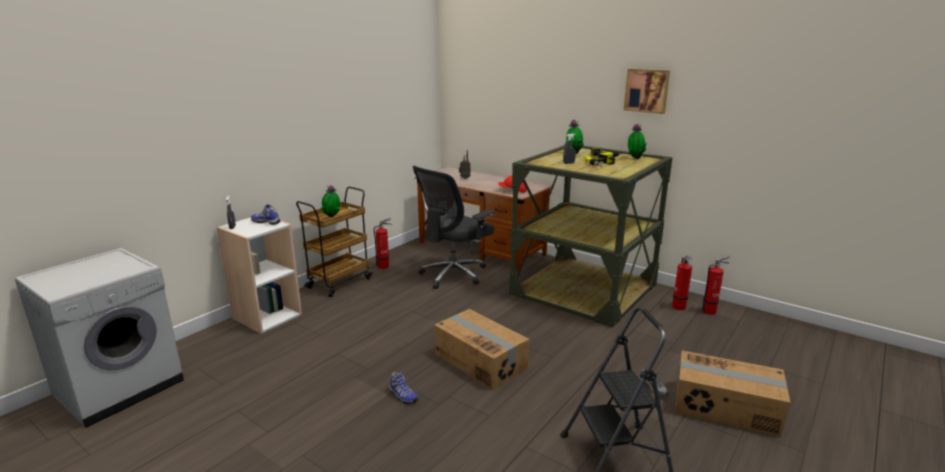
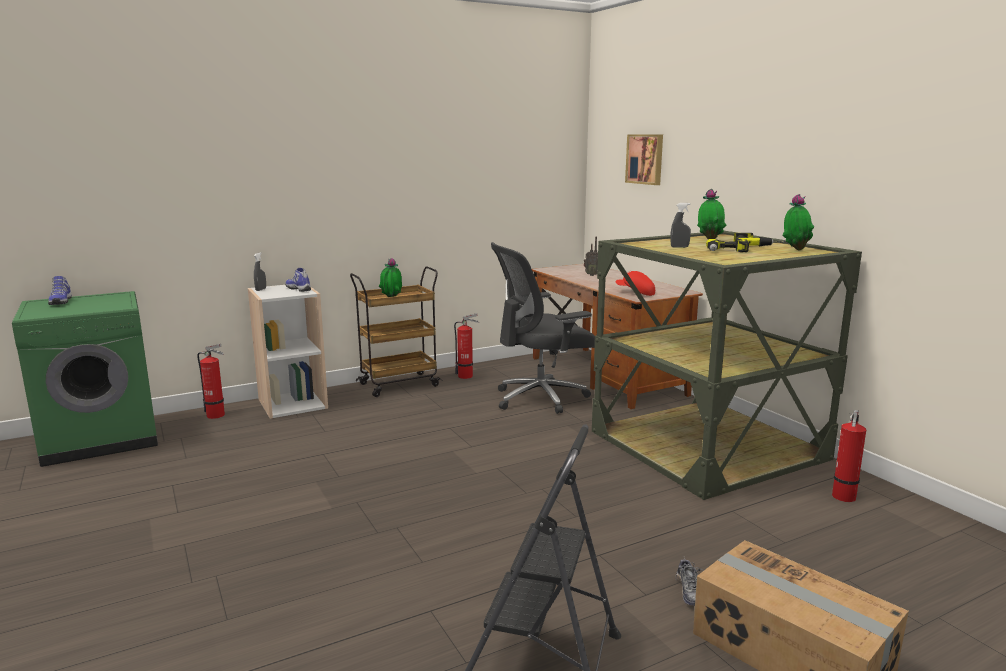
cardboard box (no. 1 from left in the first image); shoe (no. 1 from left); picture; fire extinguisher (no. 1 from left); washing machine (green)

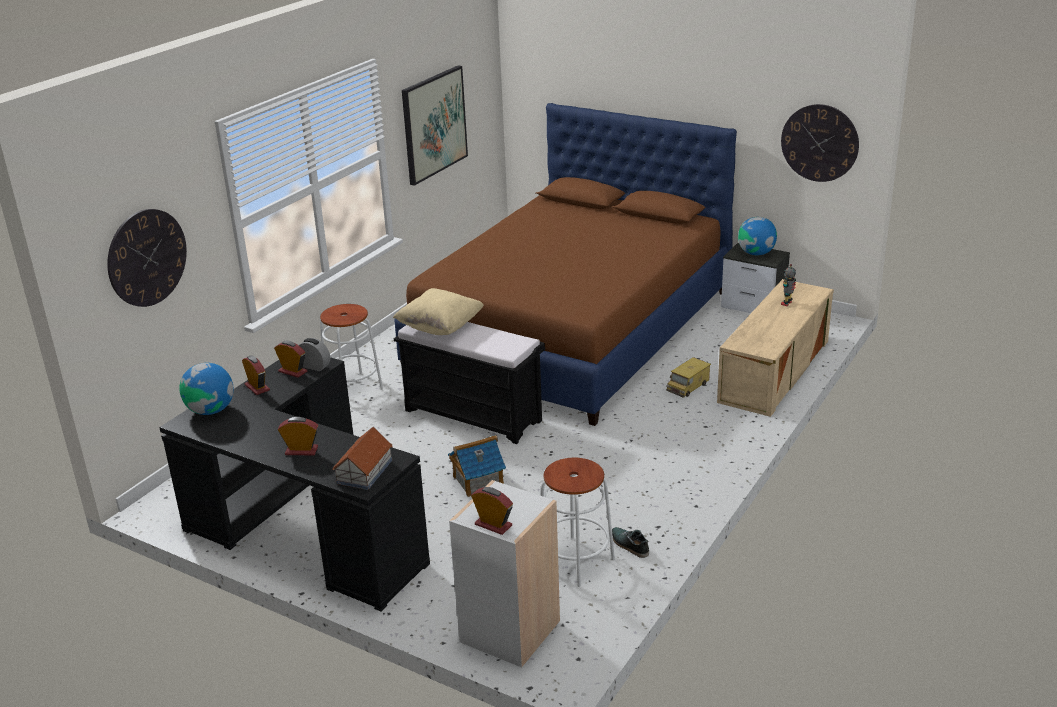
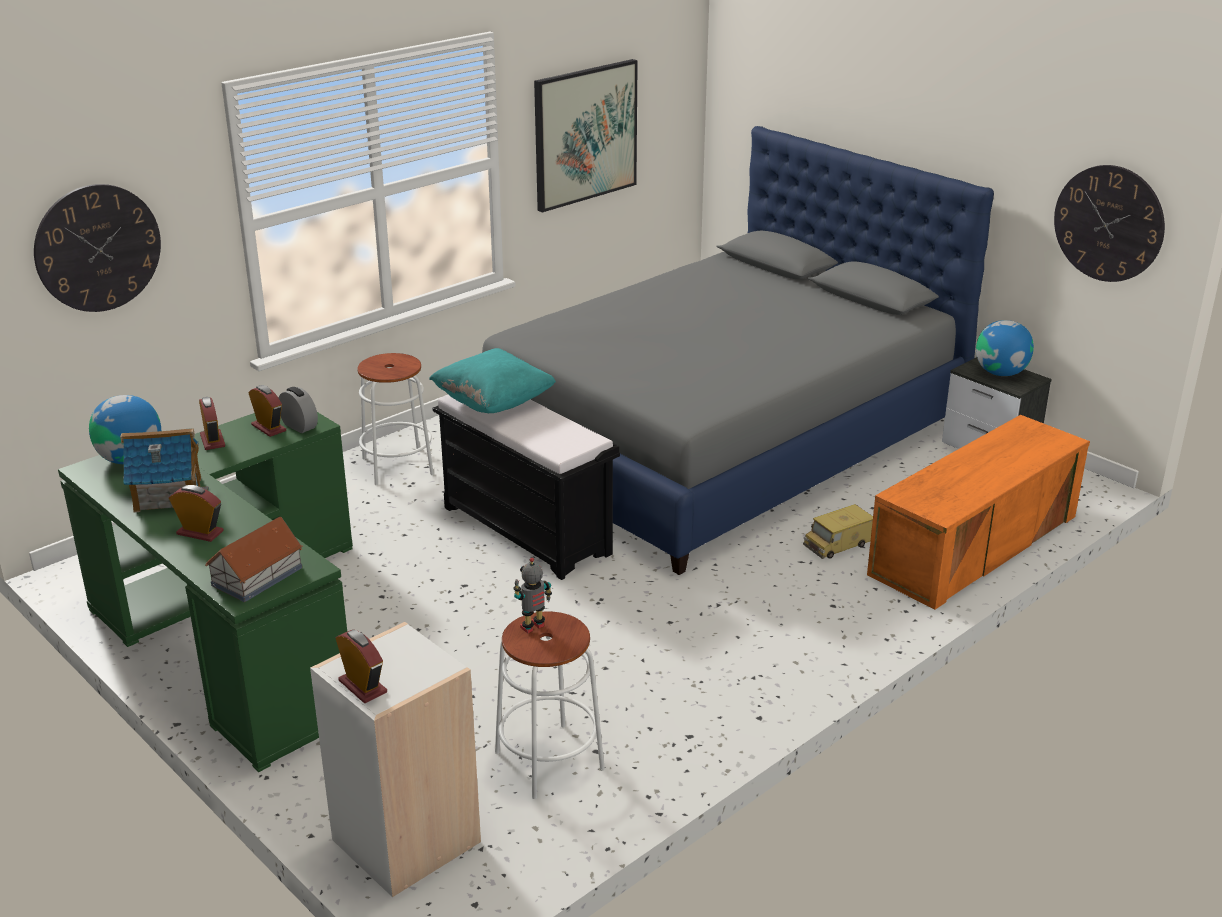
shoe; toy house (no. 1 from left); toy robot; desk (green); pillow (turquoise); bed (grey); bench (orange)

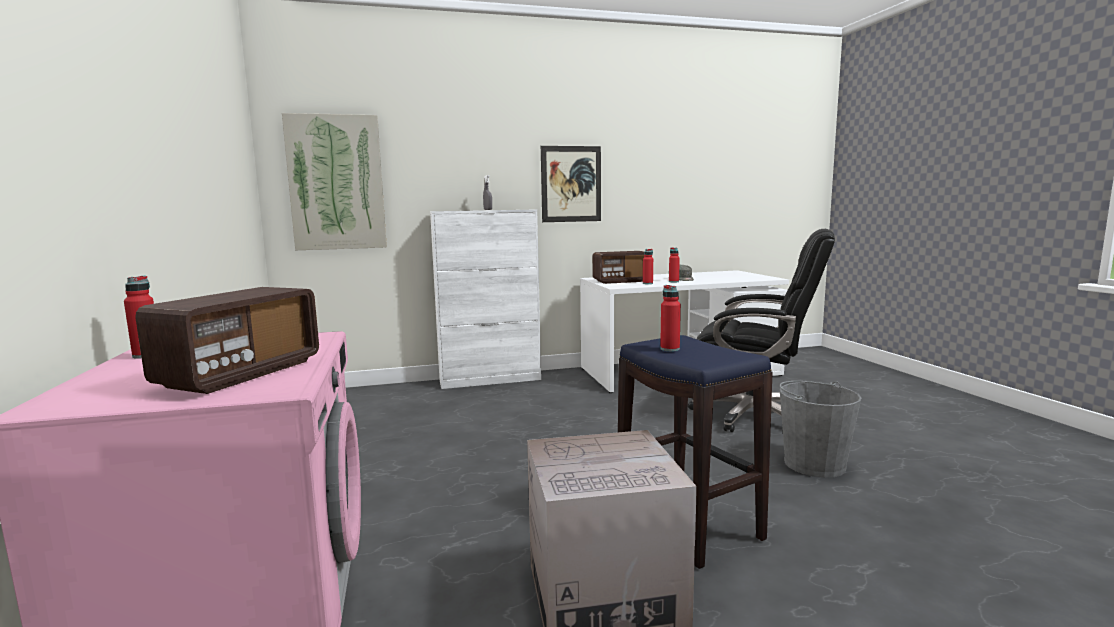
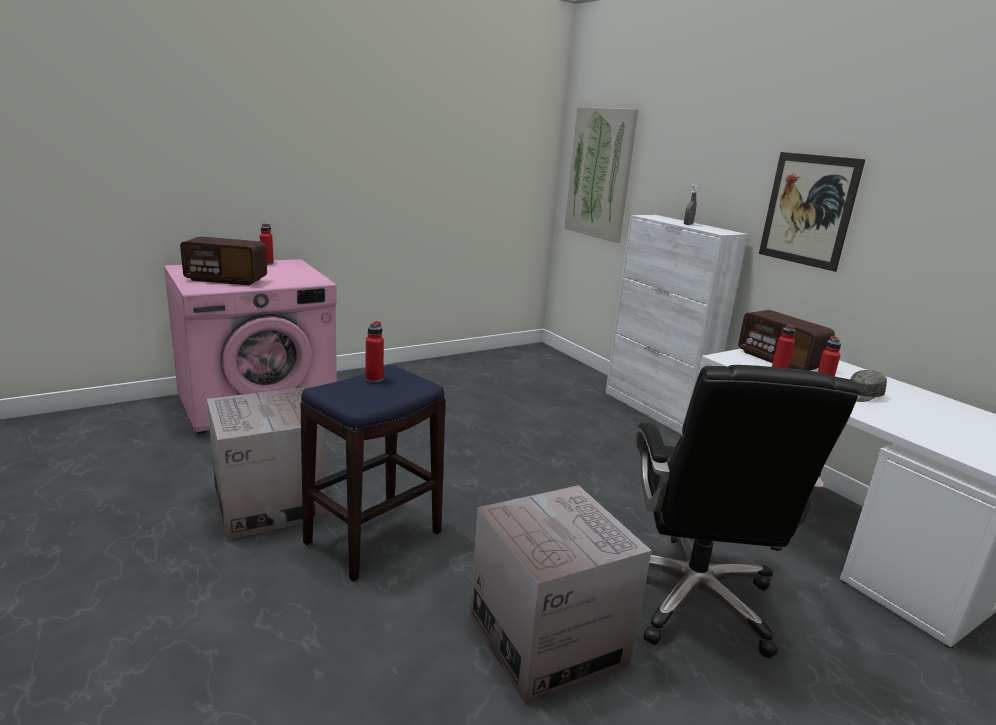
cardboard box (no. 2 from left)

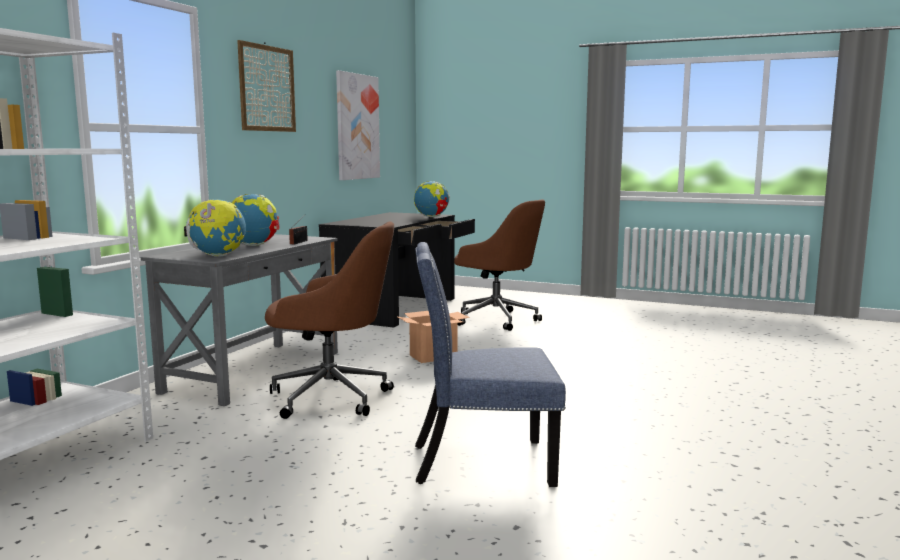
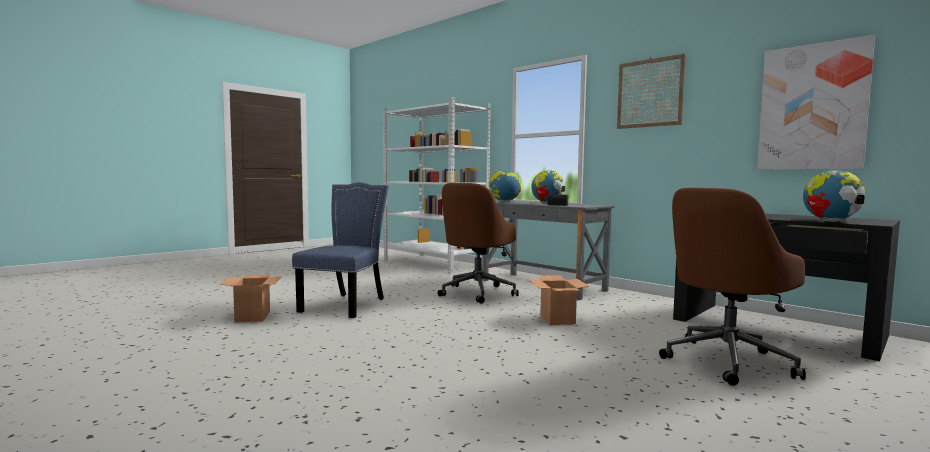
cardboard box (no. 1 from left)

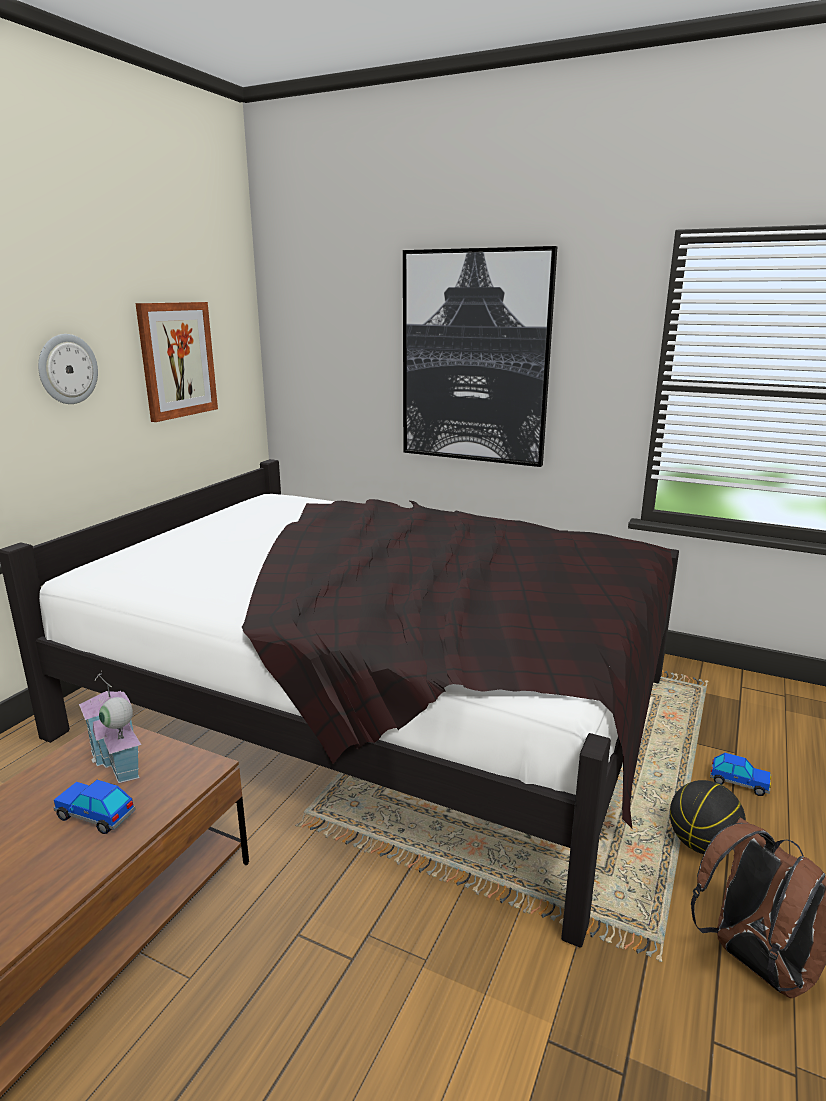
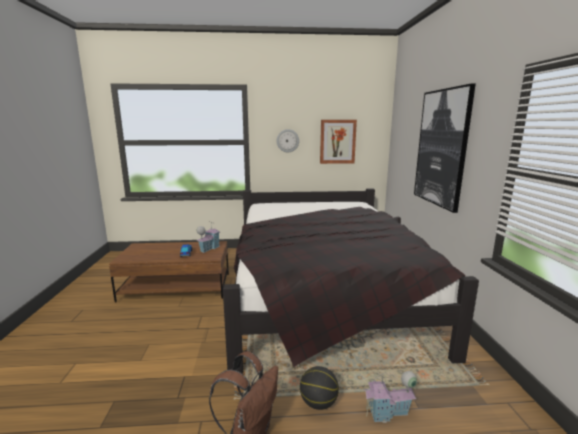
toy house (no. 2 from left)

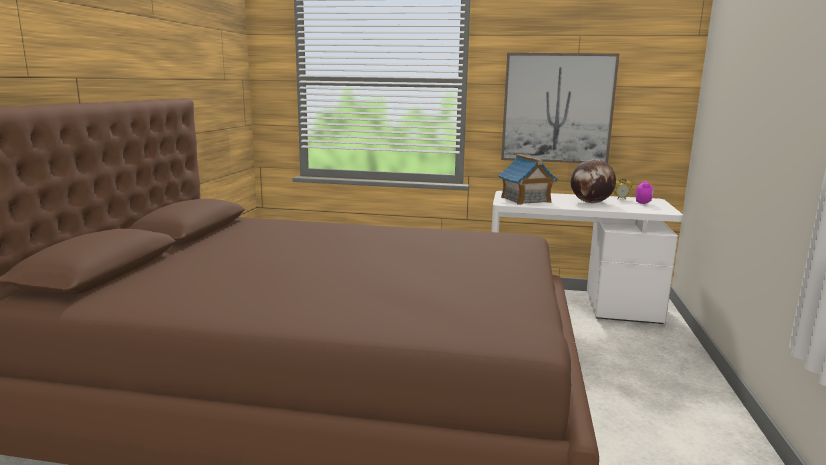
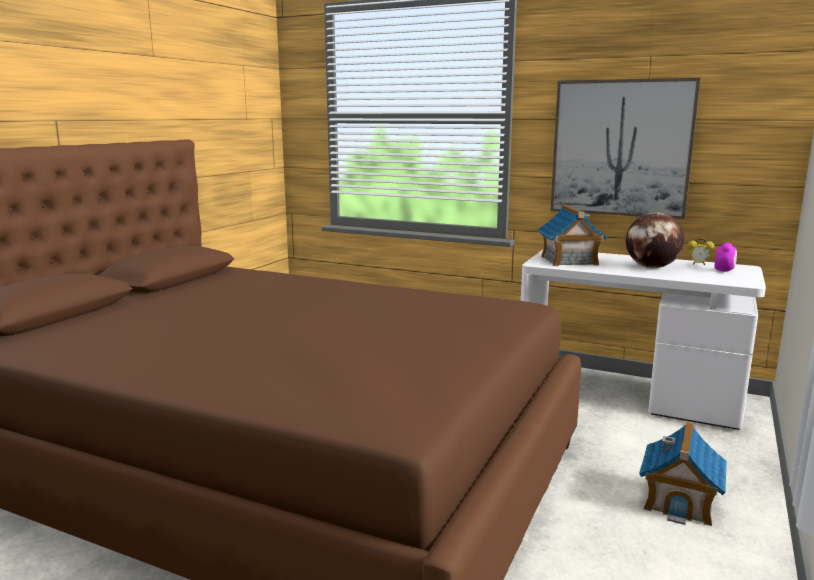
toy house (no. 2 from left)

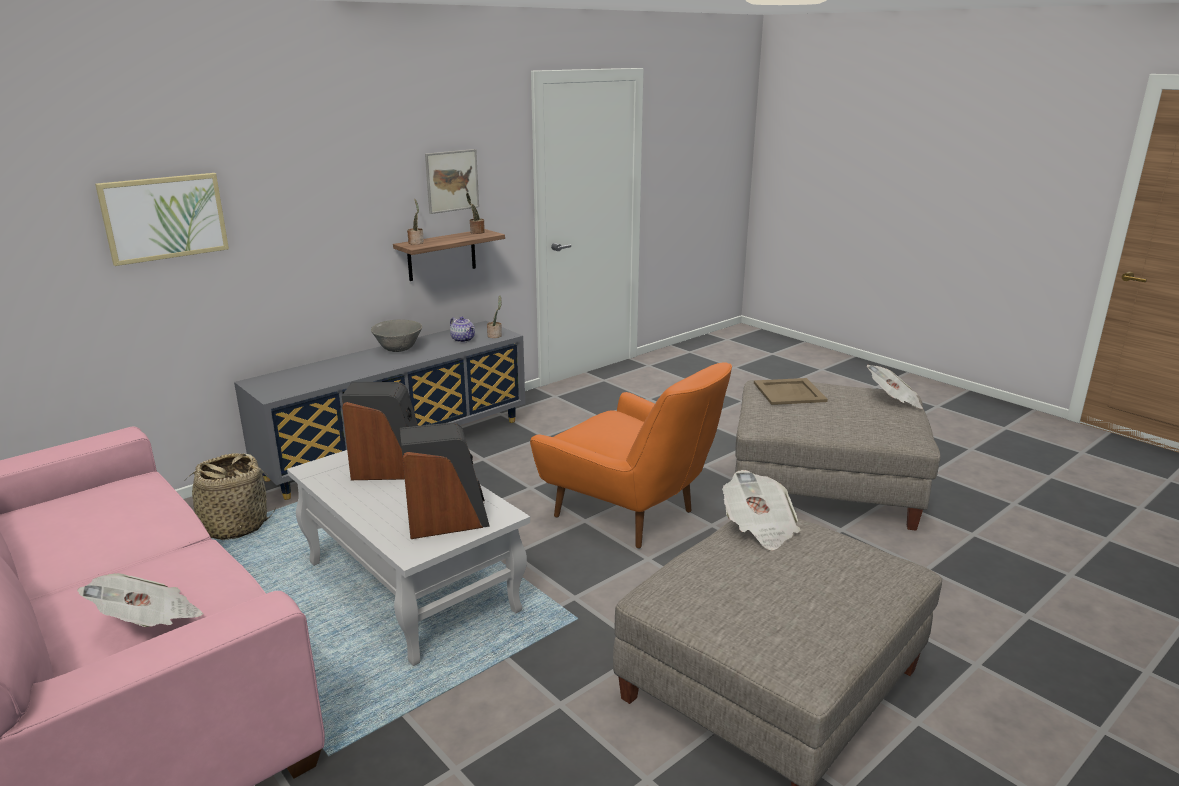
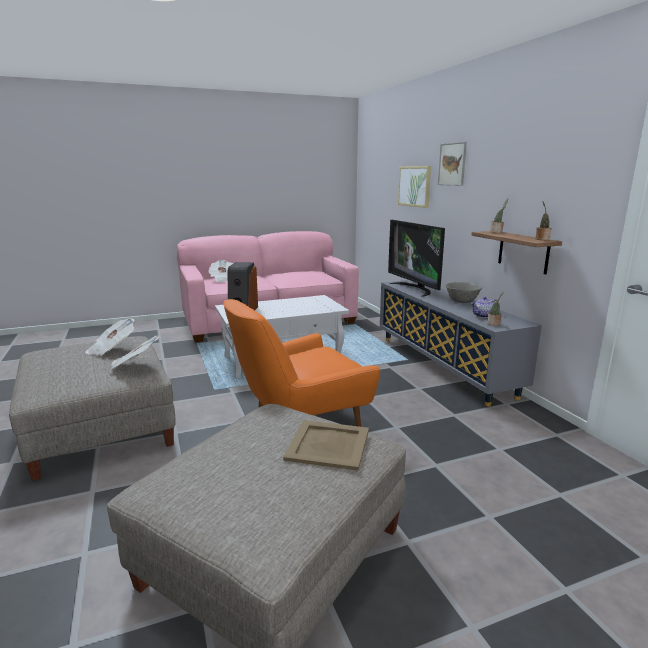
basket; speaker (no. 1 from left in the first image); television; picture (no. 2 from left); newspaper (no. 1 from left)

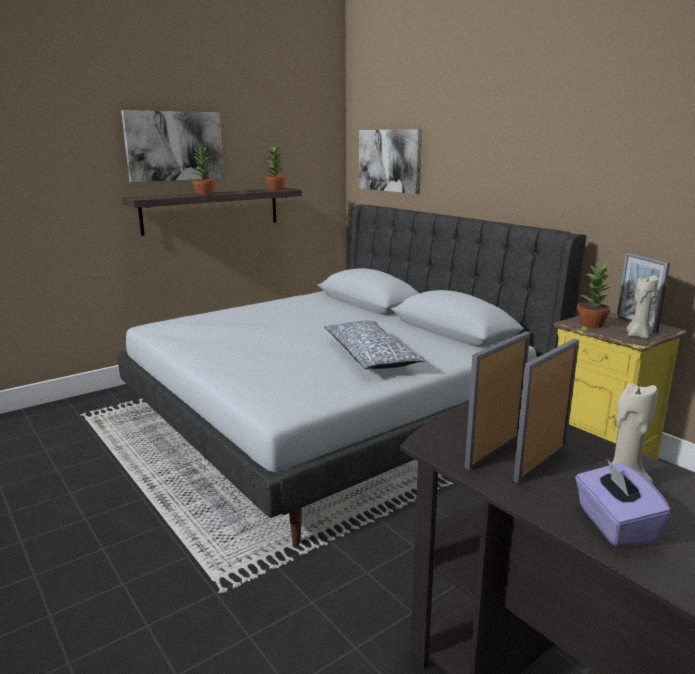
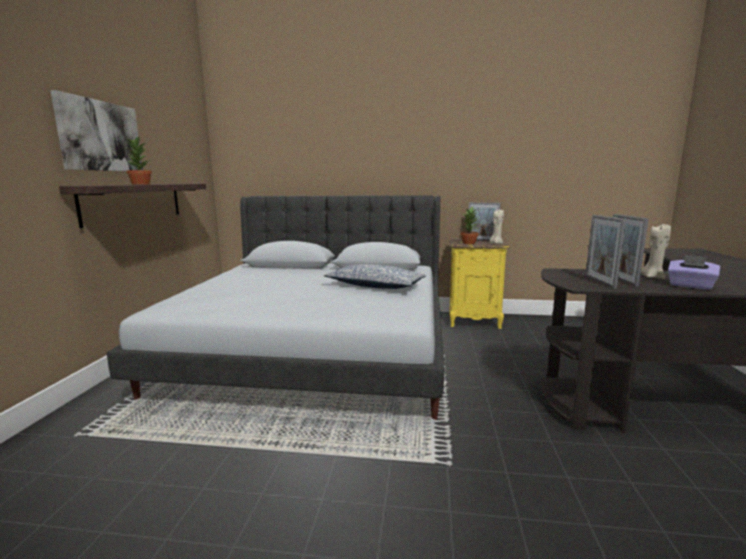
potted plant (no. 2 from left in the first image); picture (no. 2 from left in the first image)

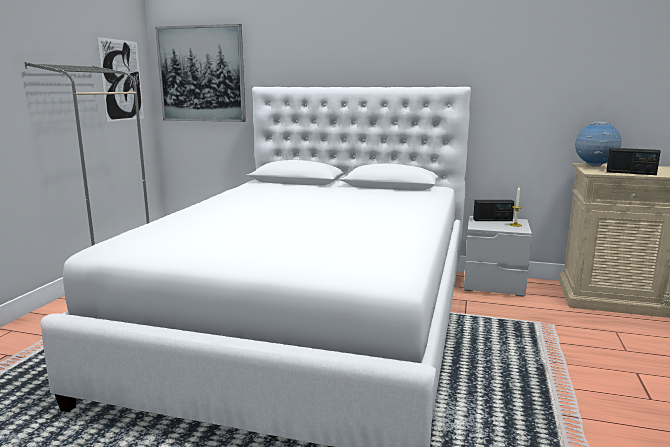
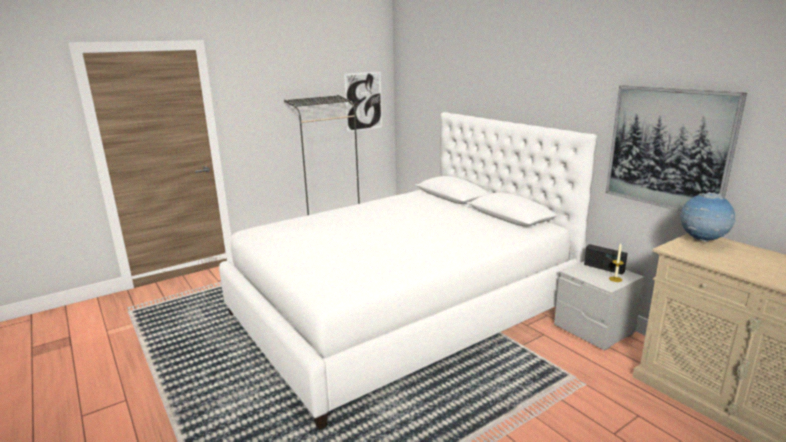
radio (no. 2 from left in the first image); picture (no. 2 from left)

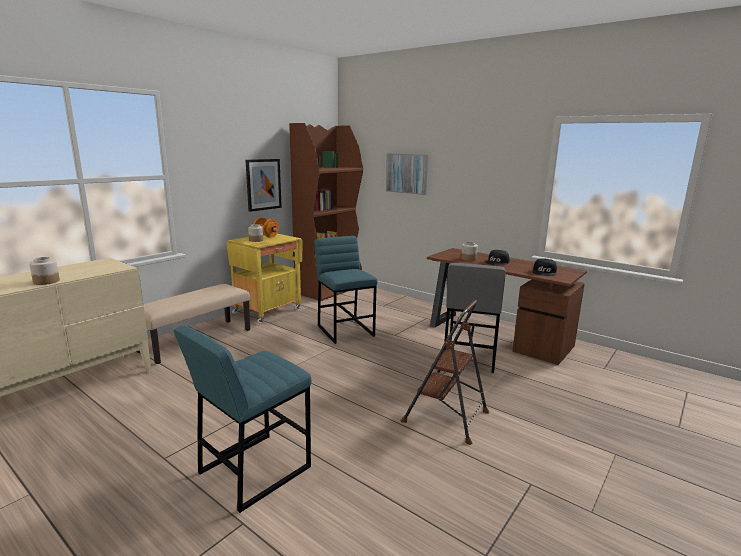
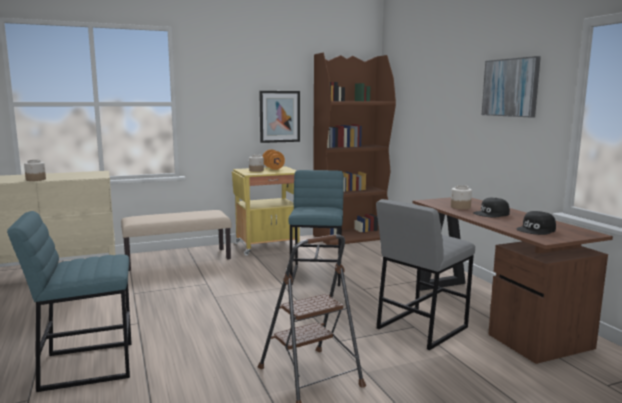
picture (no. 2 from left)

